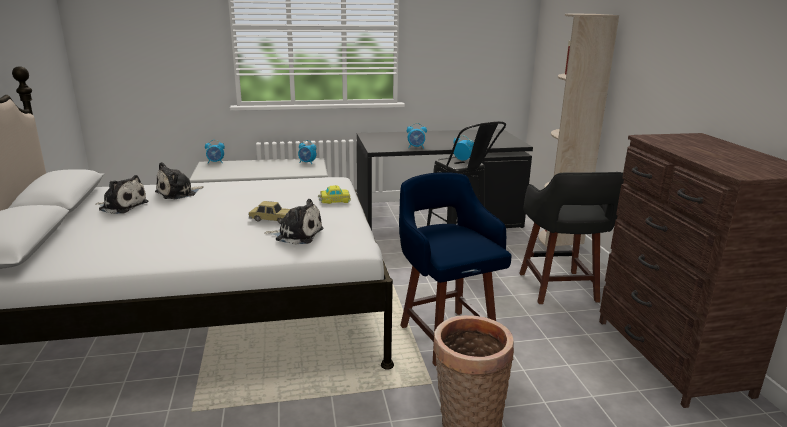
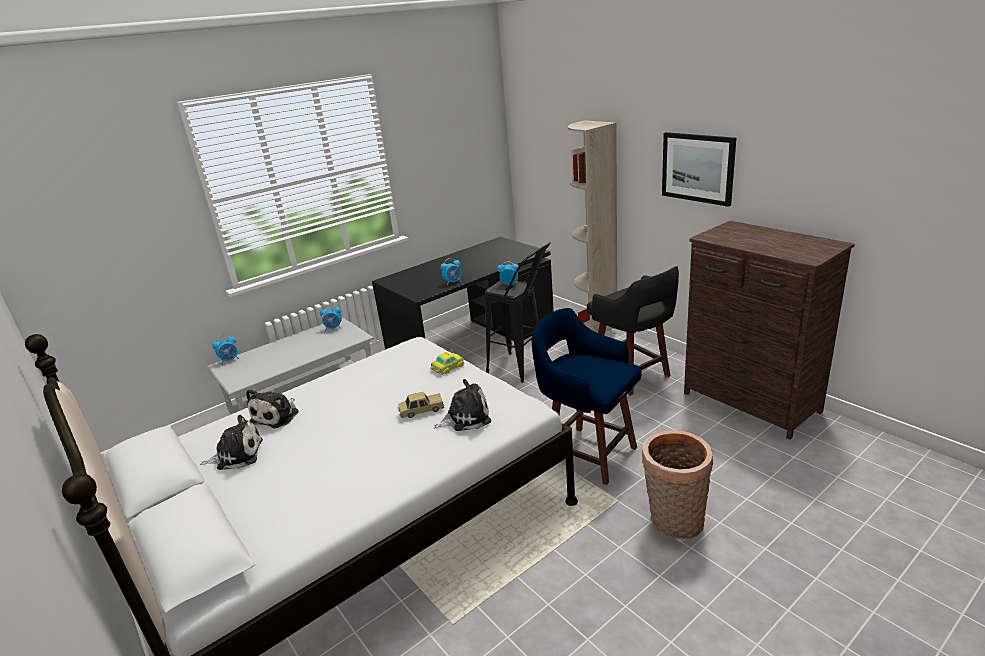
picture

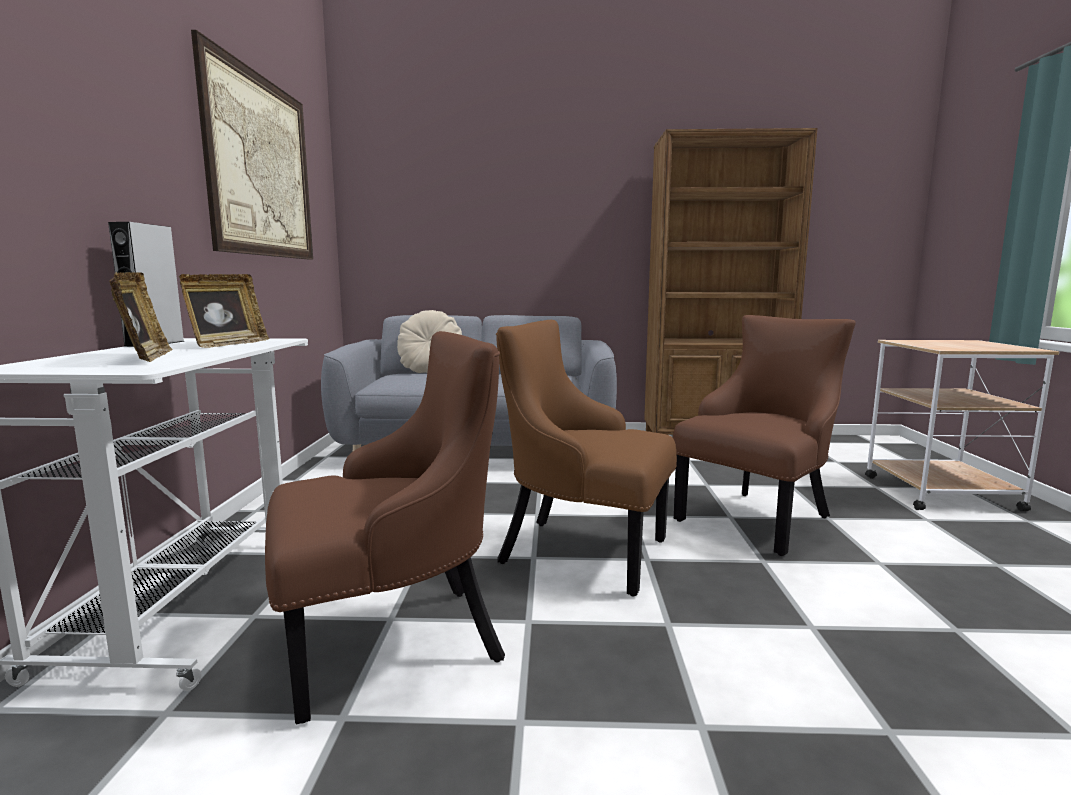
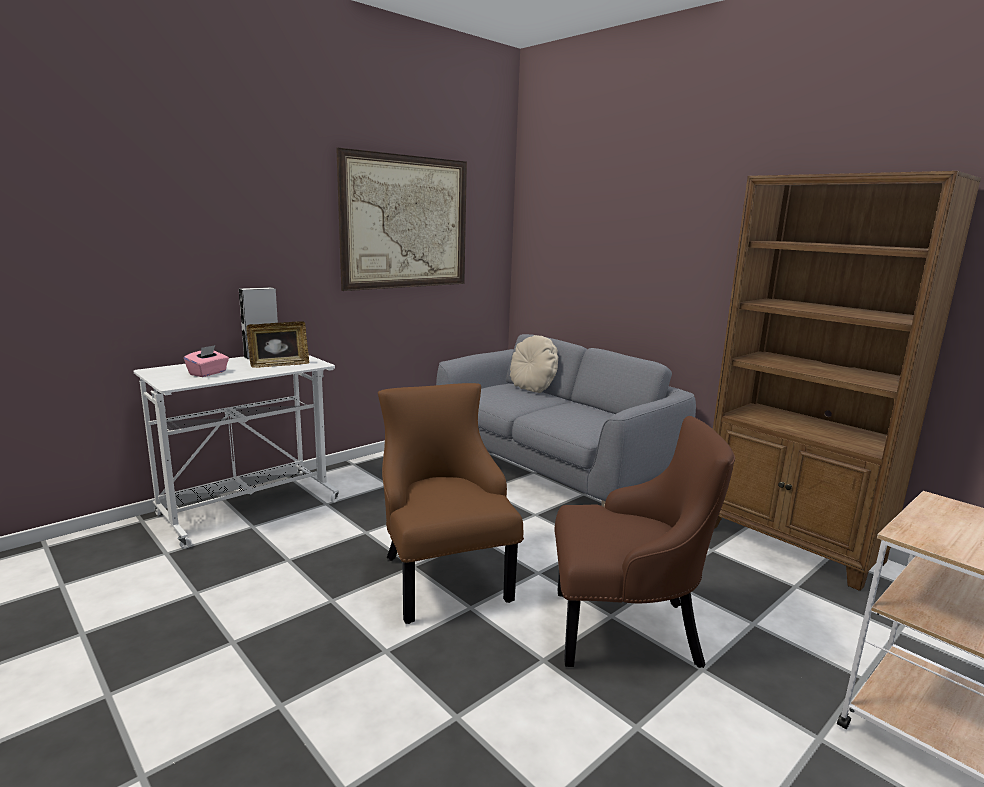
chair (brown) (no. 1 from left in the first image); tissue box (pink)

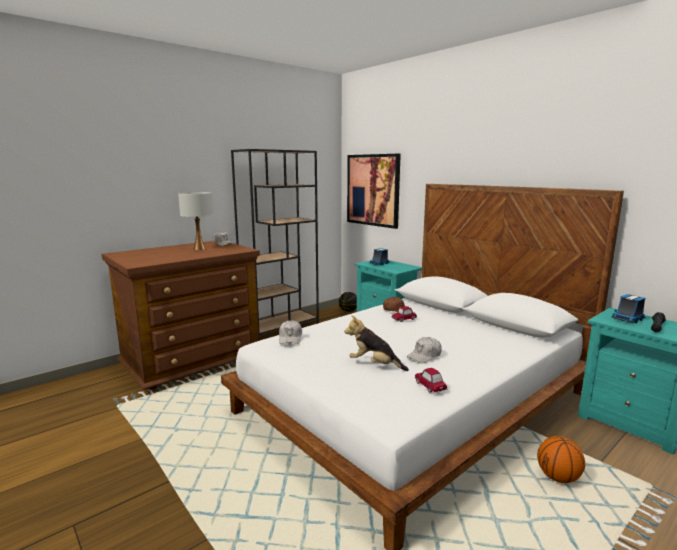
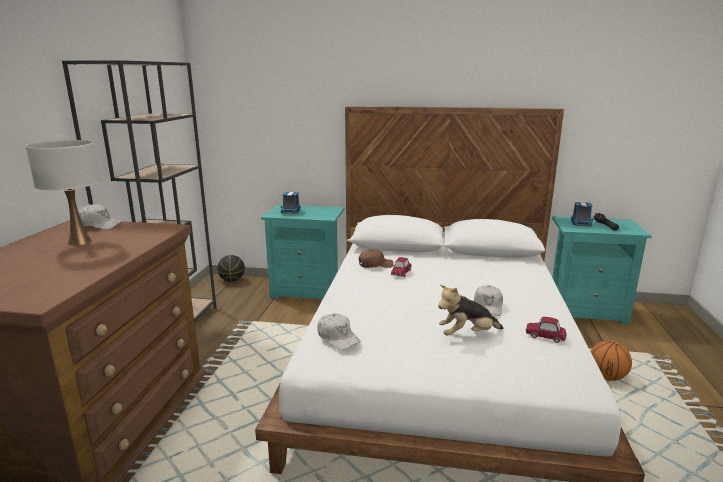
picture

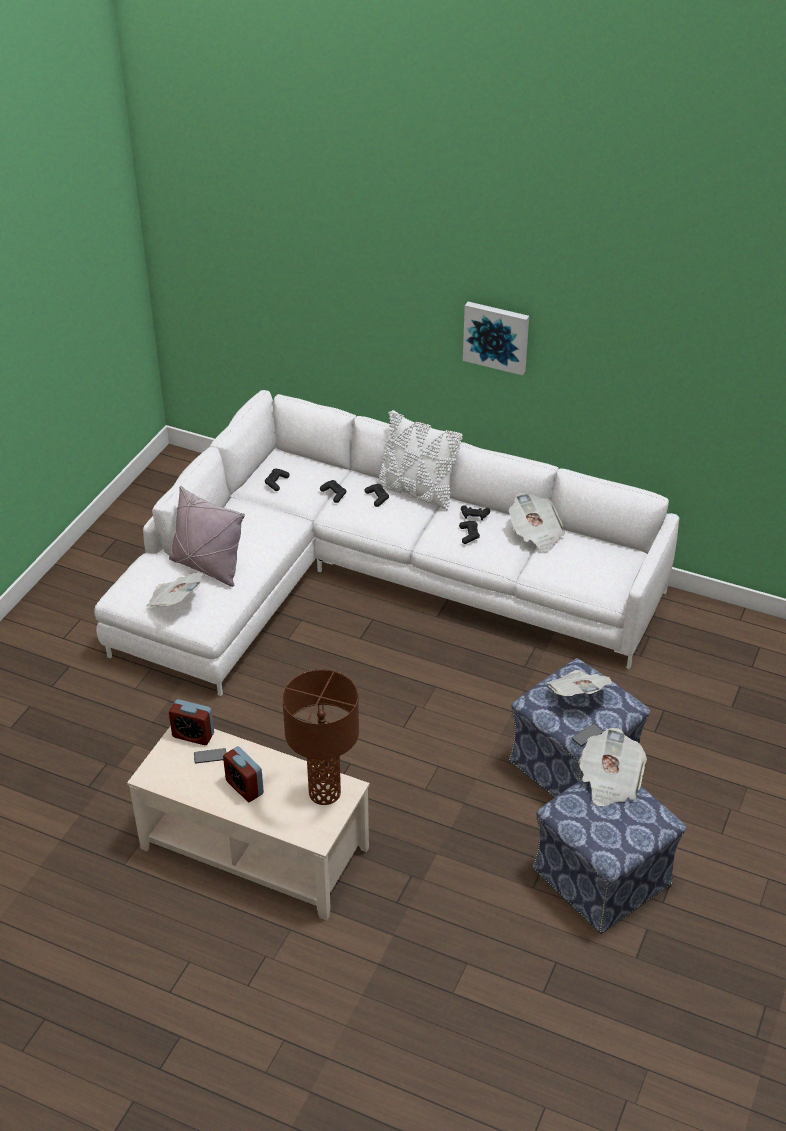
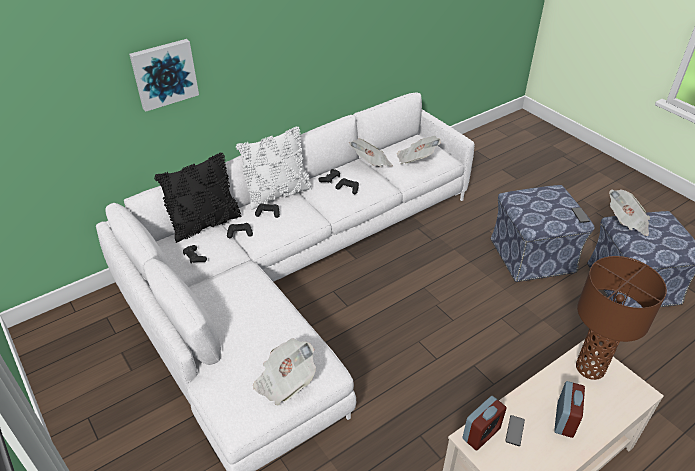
pillow (purple); pillow (black); picture; newspaper (no. 3 from left); alarm clock (no. 2 from left)

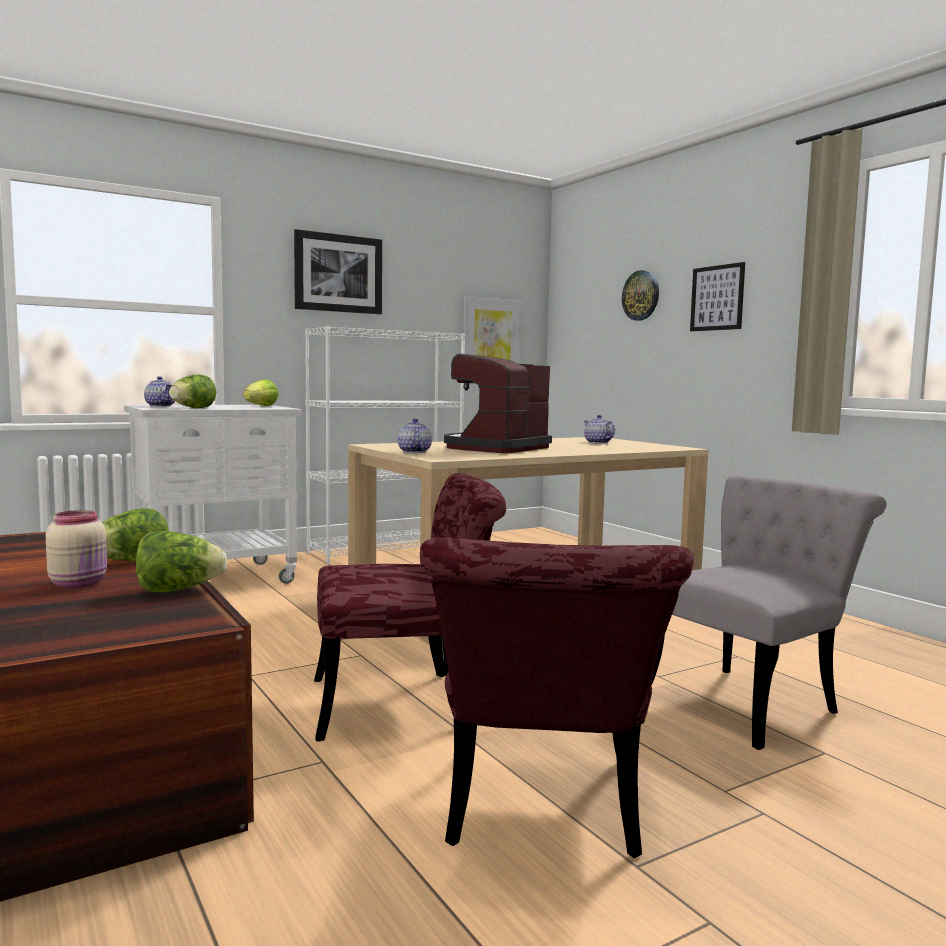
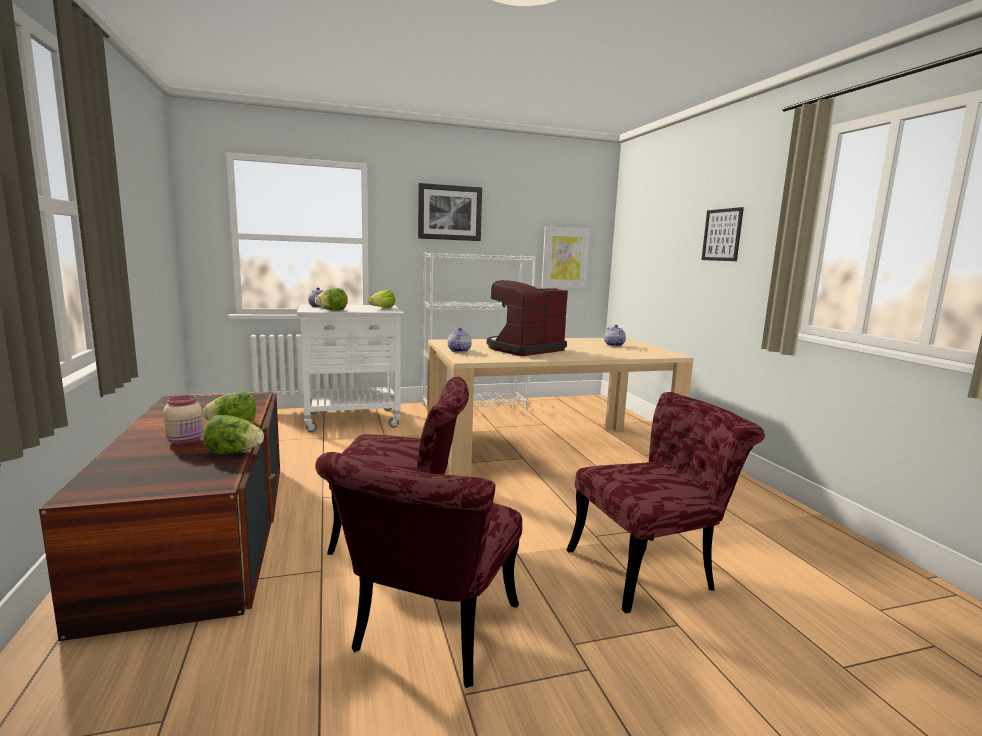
wall clock; chair (red) (no. 3 from left)

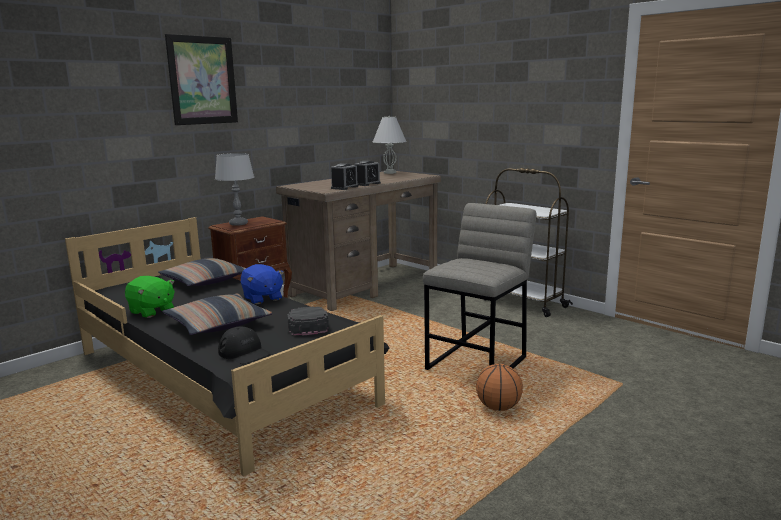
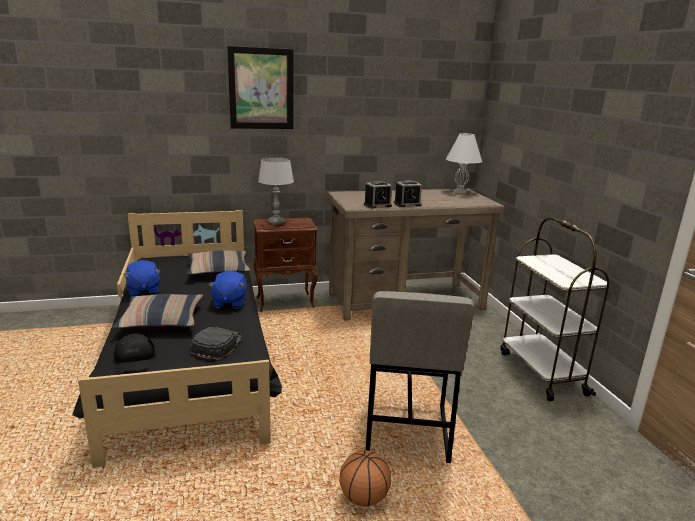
plush toy (blue) (no. 1 from left); chair (grey)

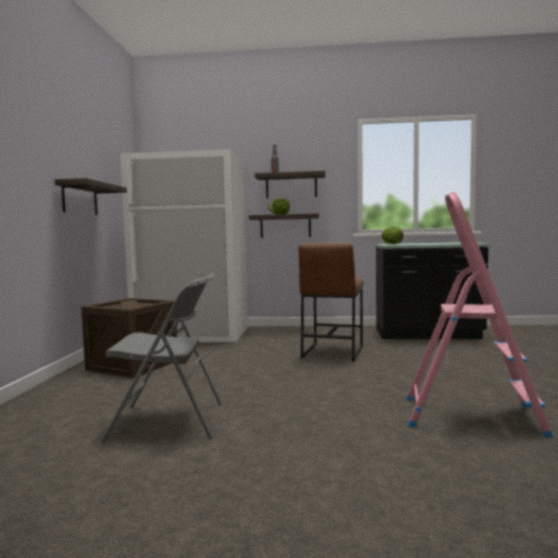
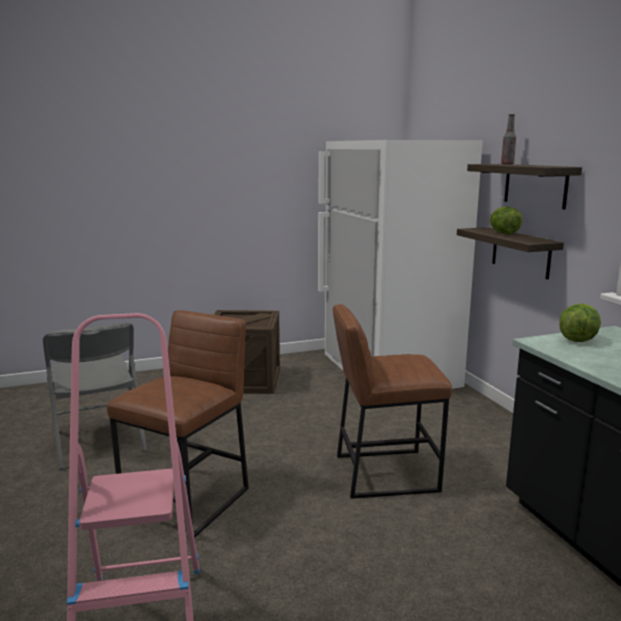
shelf (no. 1 from left in the first image); chair (brown) (no. 1 from left)

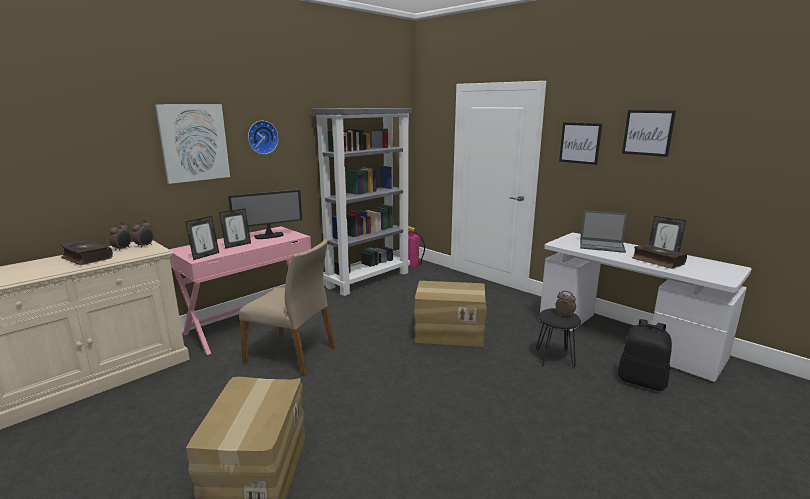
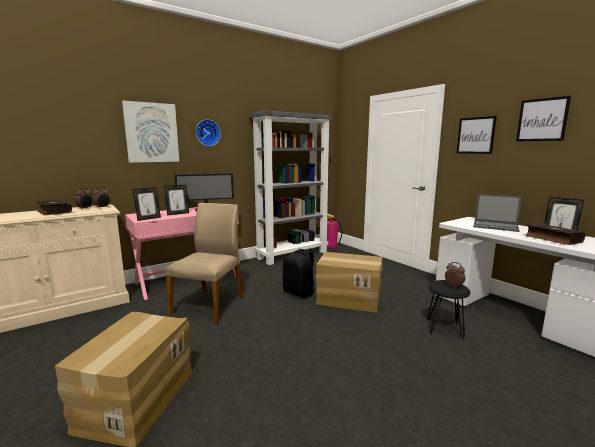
backpack (black); chair (beige)

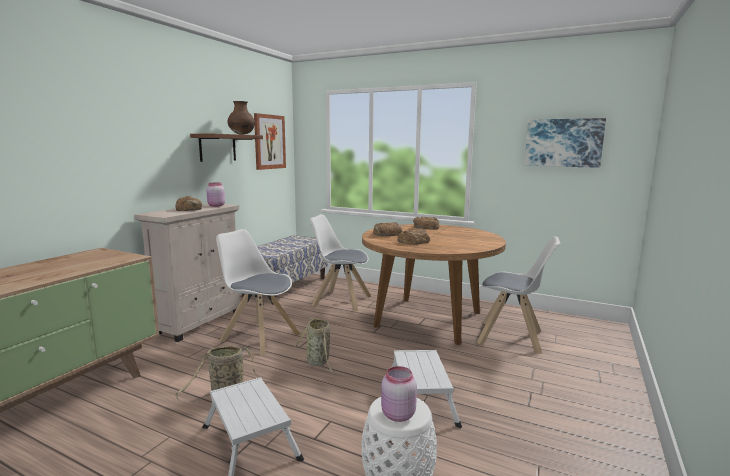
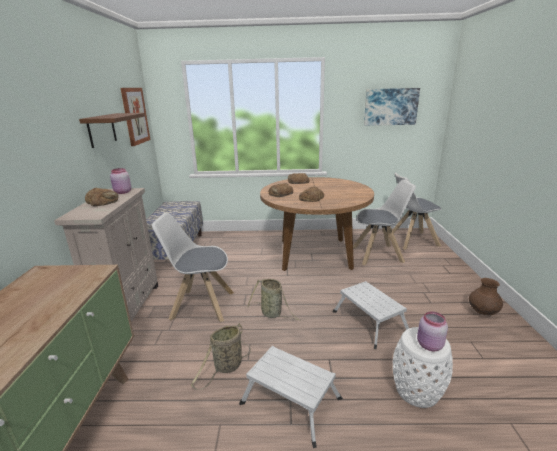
vase (brown); chair (no. 3 from left)

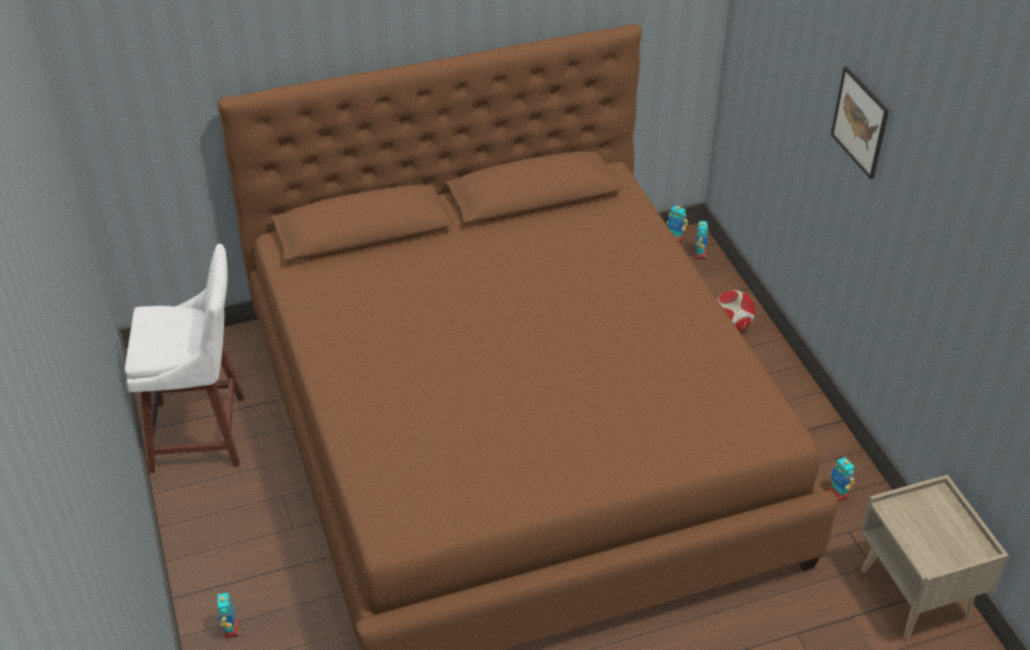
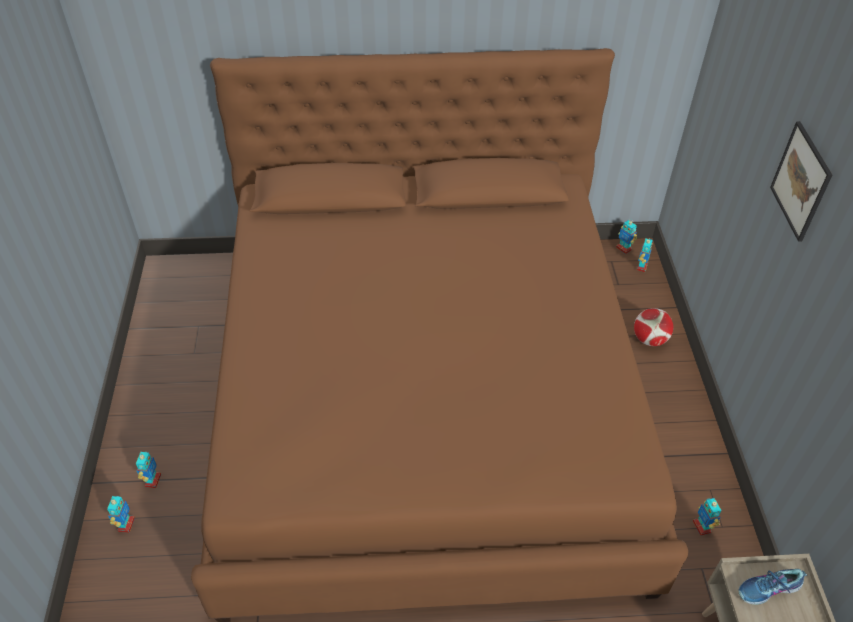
chair (white); toy robot (no. 2 from left); shoe

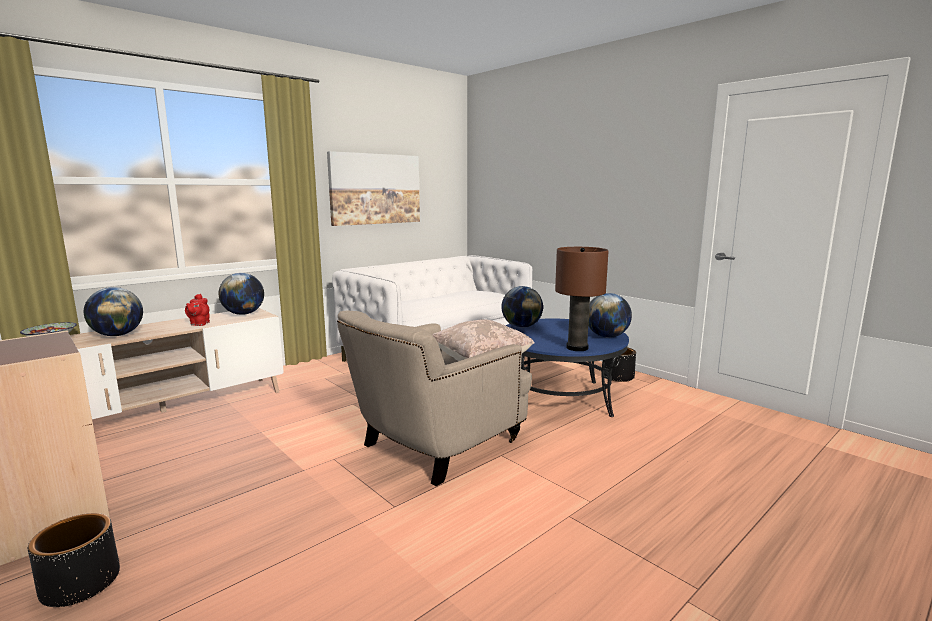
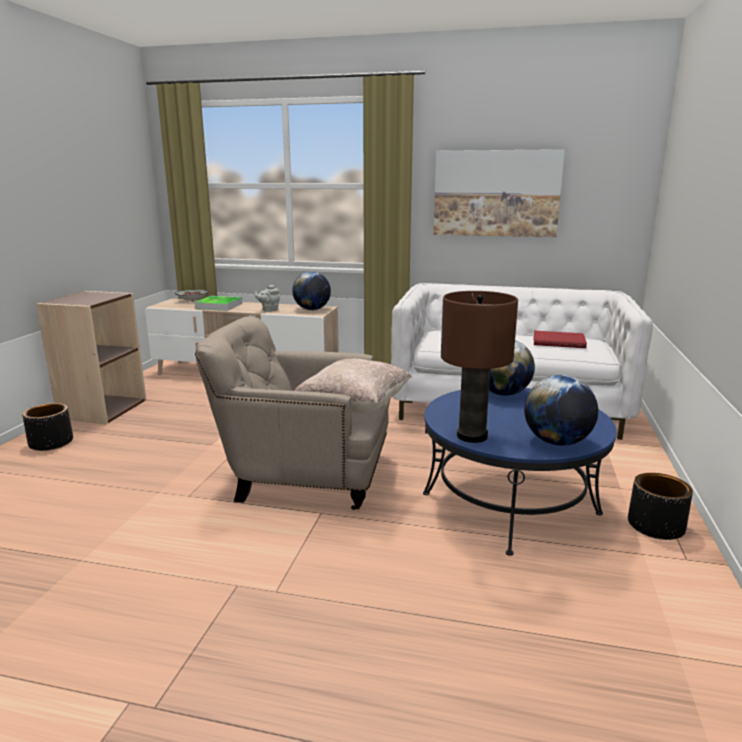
book (red); tray; teapot (grey)

